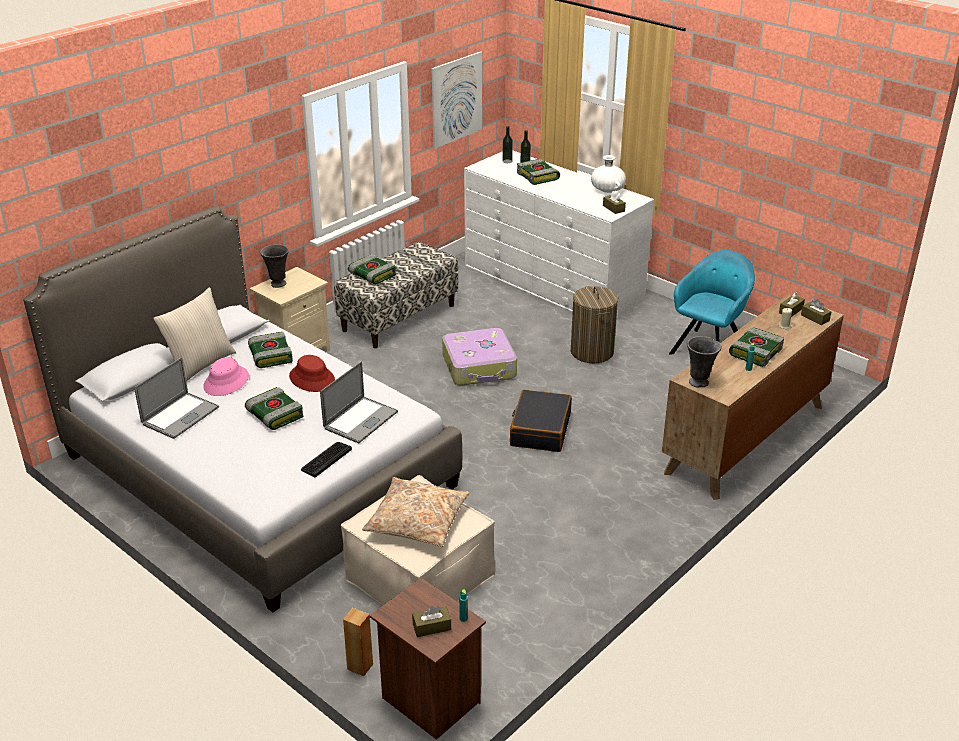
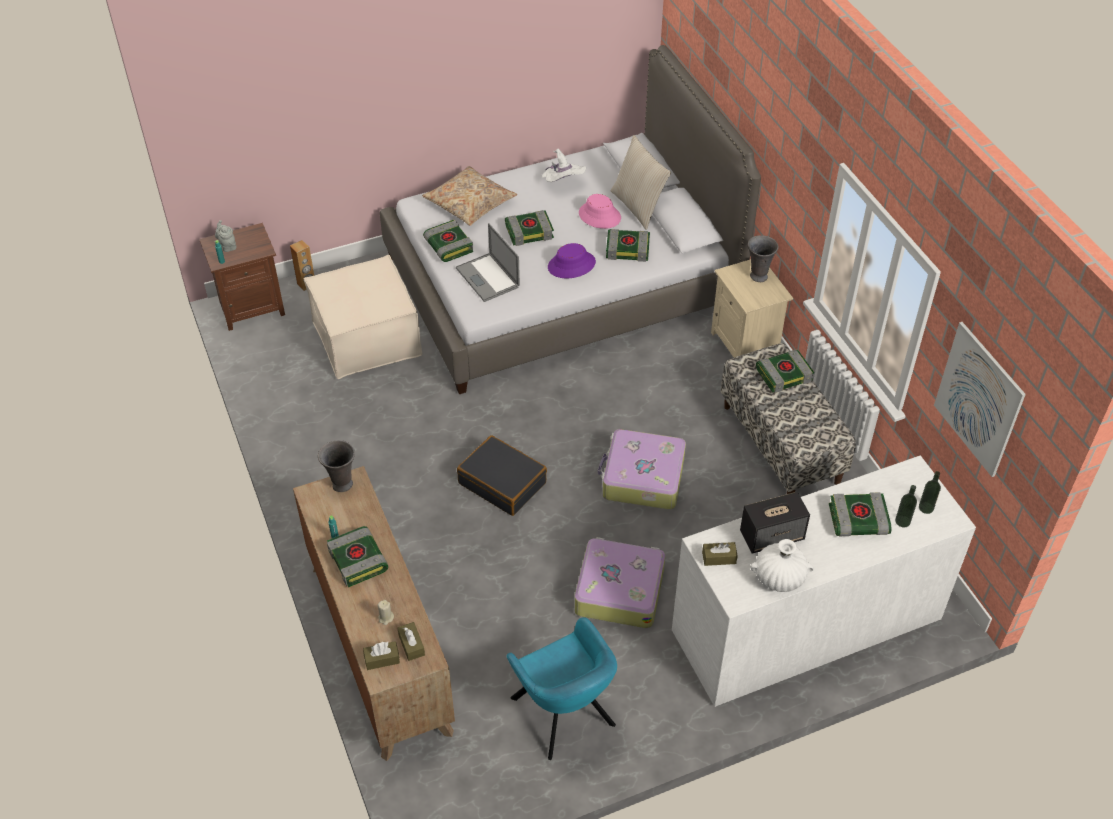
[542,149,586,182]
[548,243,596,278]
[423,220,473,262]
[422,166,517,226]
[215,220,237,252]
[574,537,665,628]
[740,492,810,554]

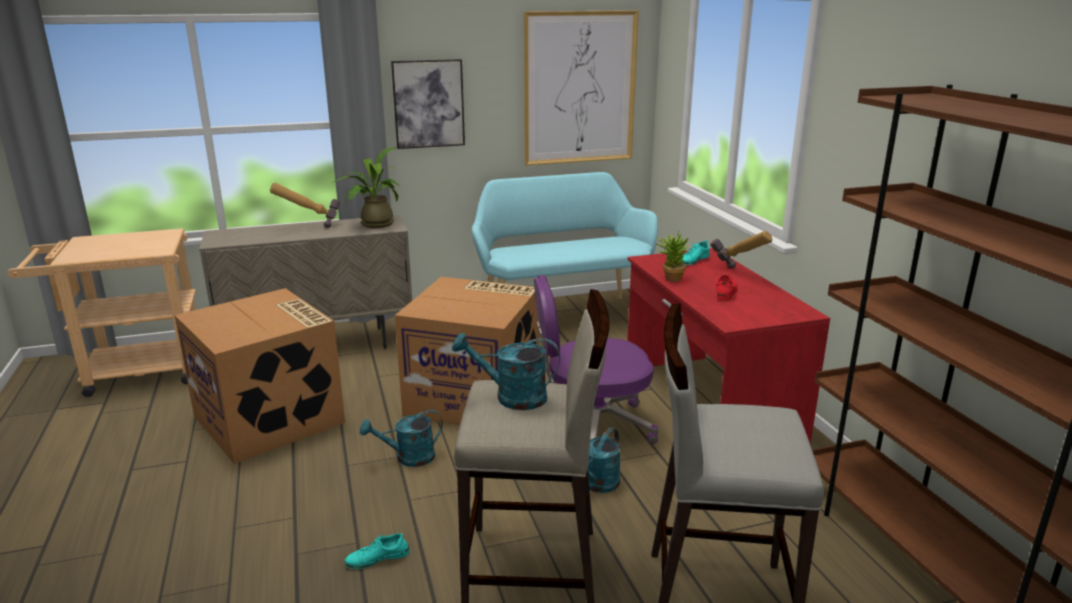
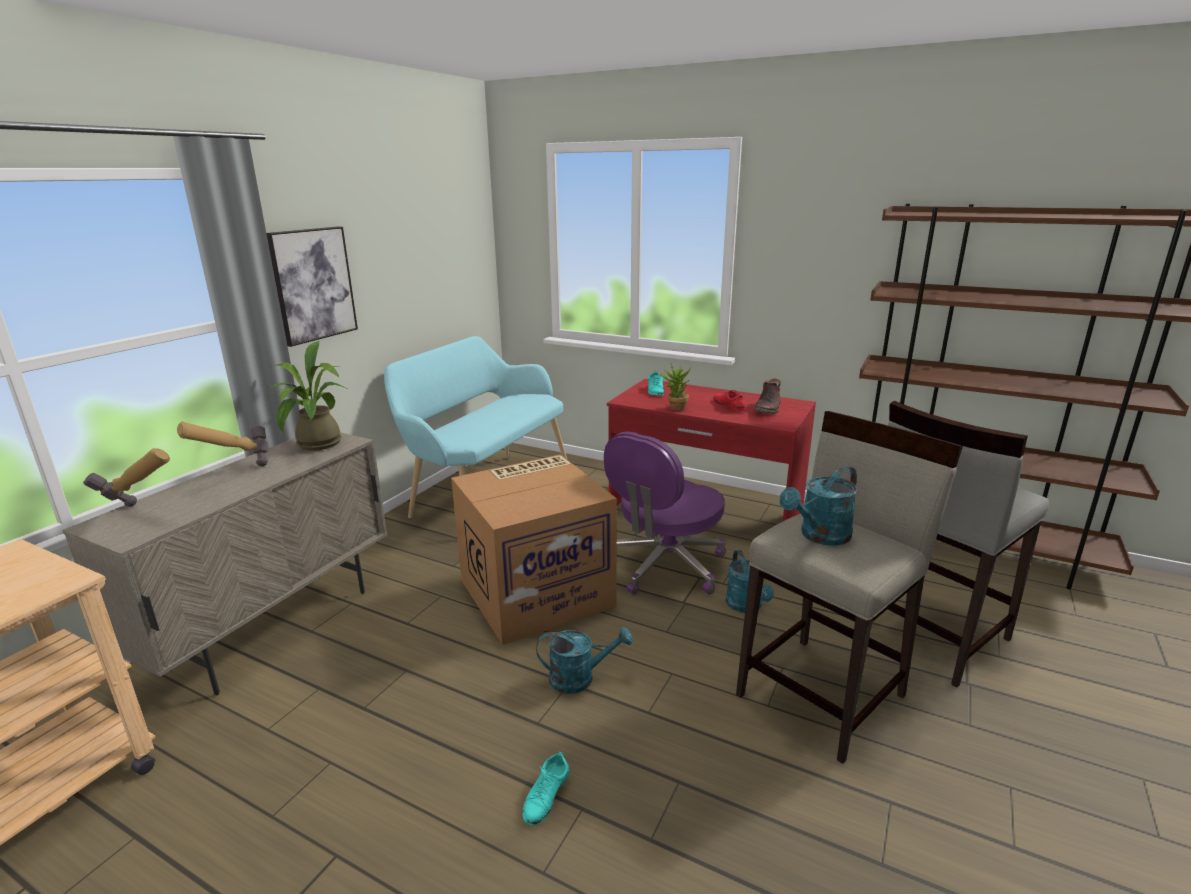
[175,288,345,464] (first image)
[523,752,569,825]
[536,627,633,694]
[524,10,639,165] (first image)
[83,448,170,507]
[753,379,781,414]

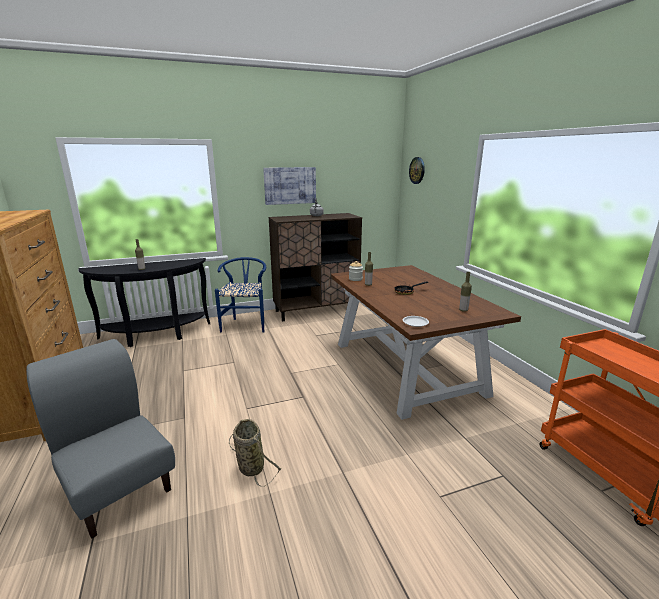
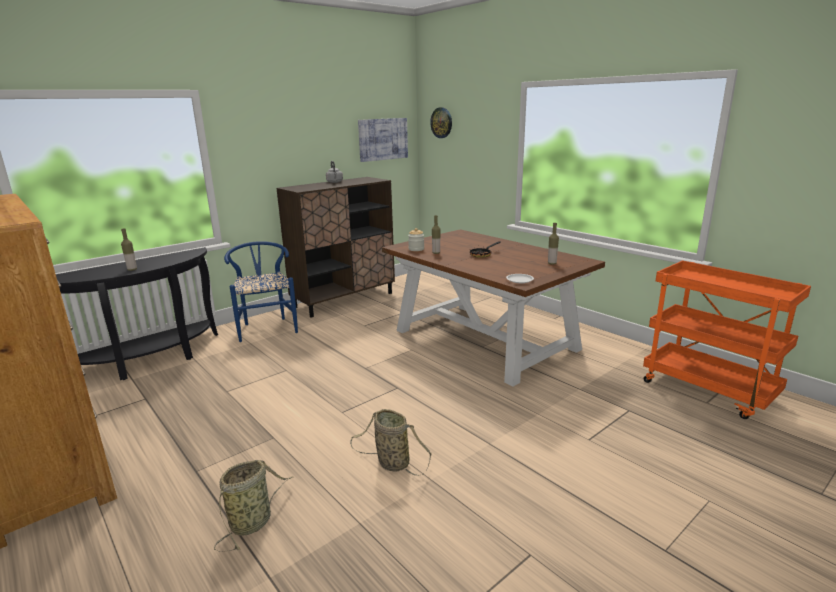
[214,460,292,552]
[358,118,408,162]

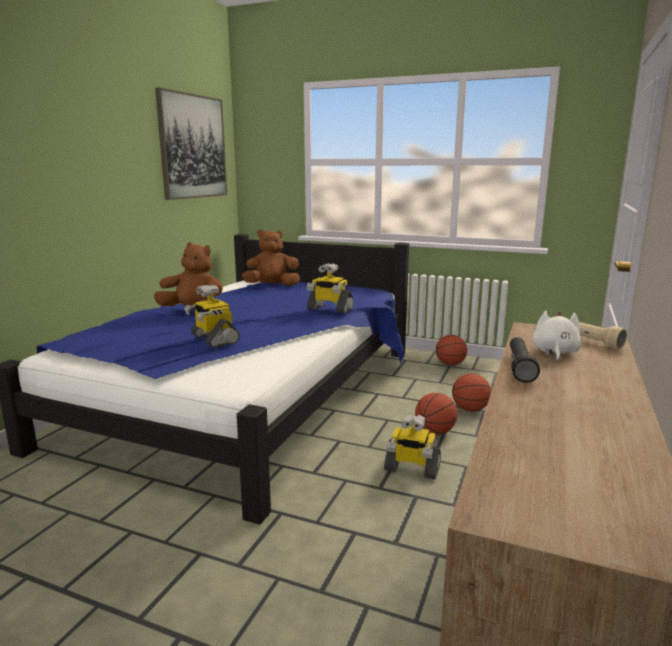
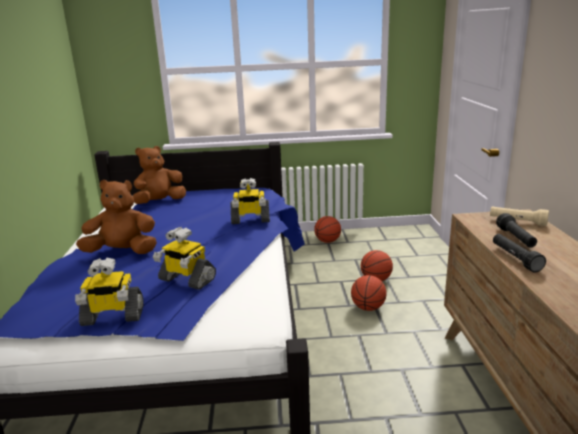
[155,88,227,200] (first image)
[75,258,143,326]
[496,213,537,248]

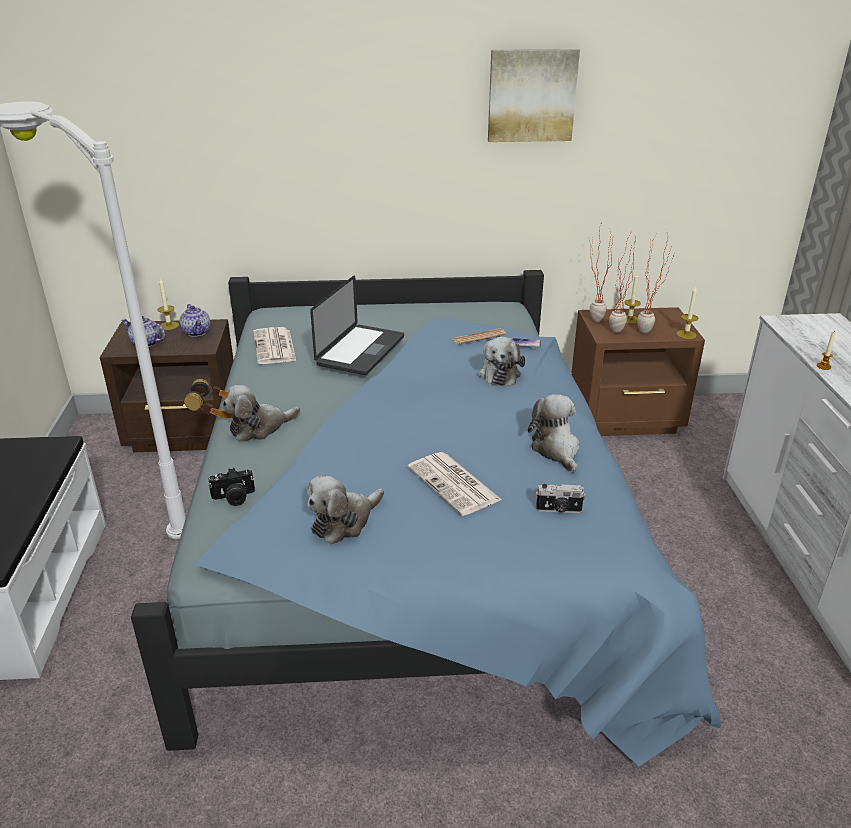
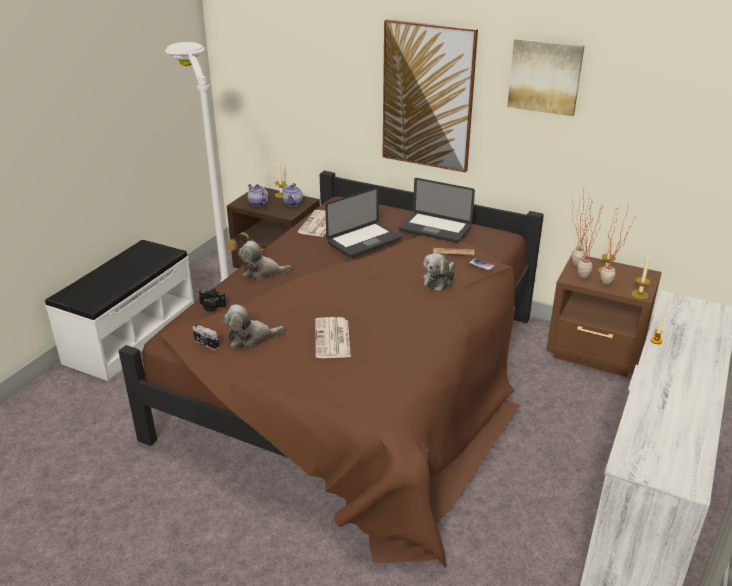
[119,171,544,568]
[528,394,579,473] (first image)
[193,324,219,350]
[382,19,478,173]
[399,178,475,243]

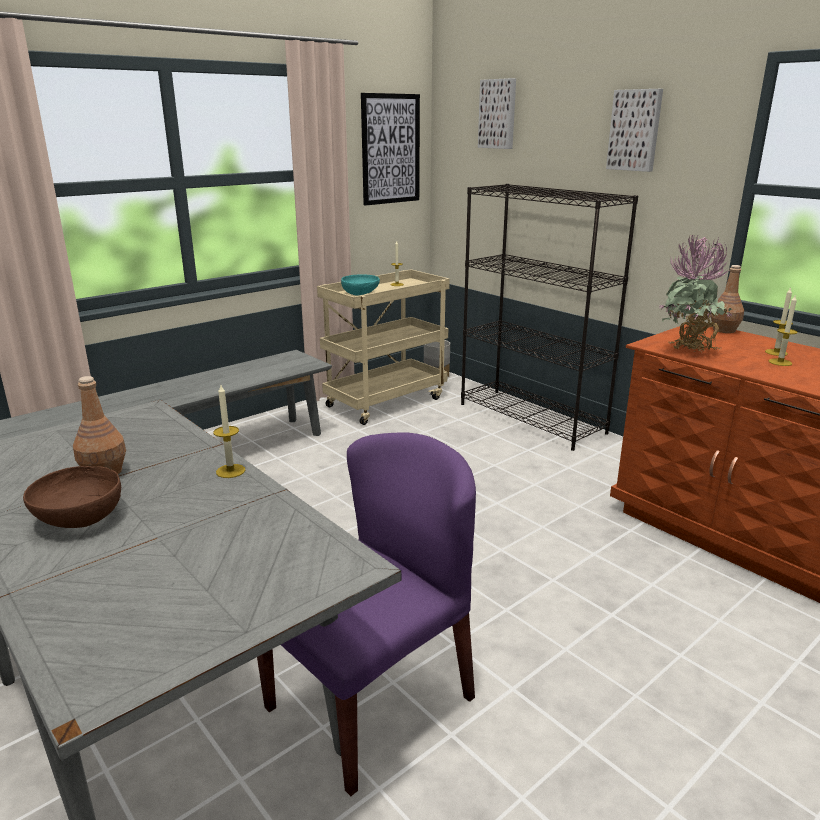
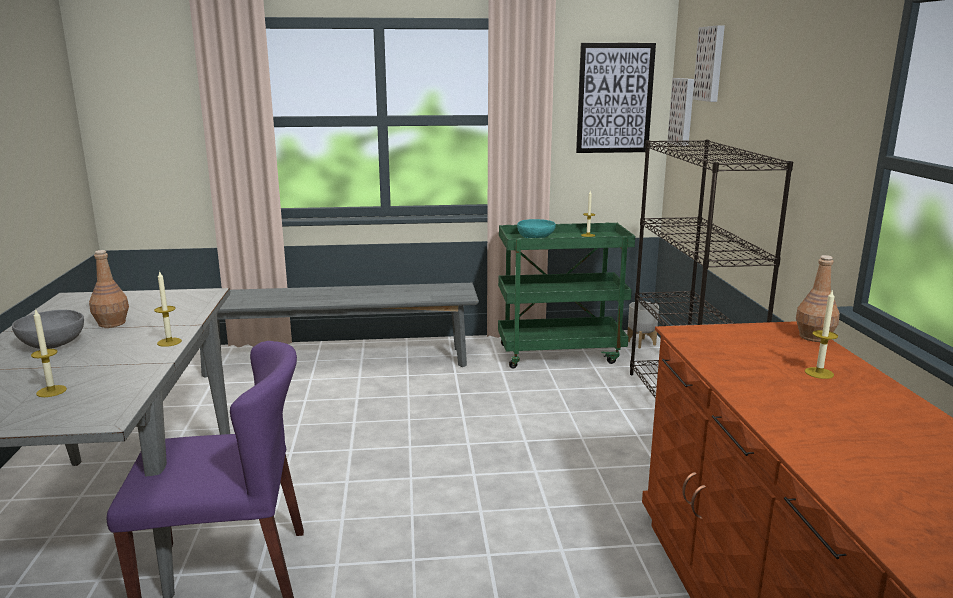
[12,310,84,349]
[498,223,635,368]
[667,78,694,145]
[659,234,733,353] (first image)
[31,309,67,397]

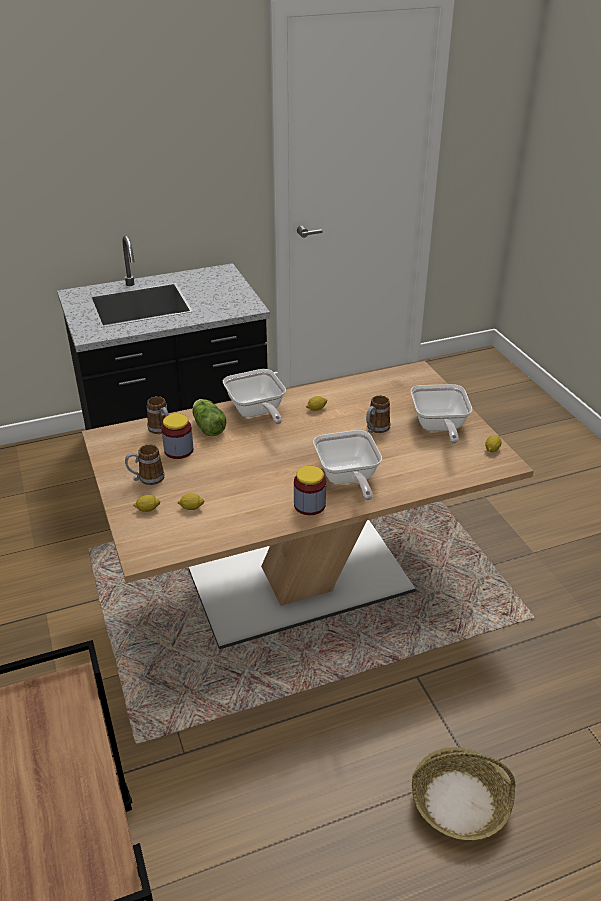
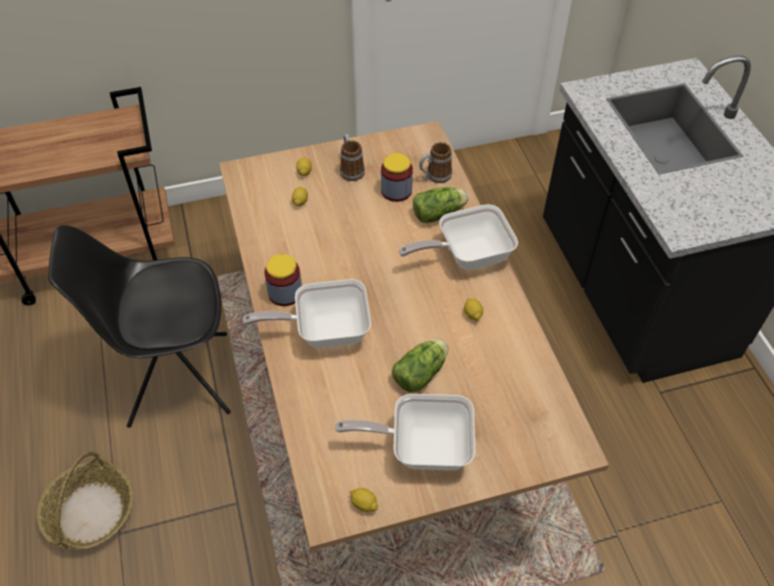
[392,339,448,392]
[48,225,231,428]

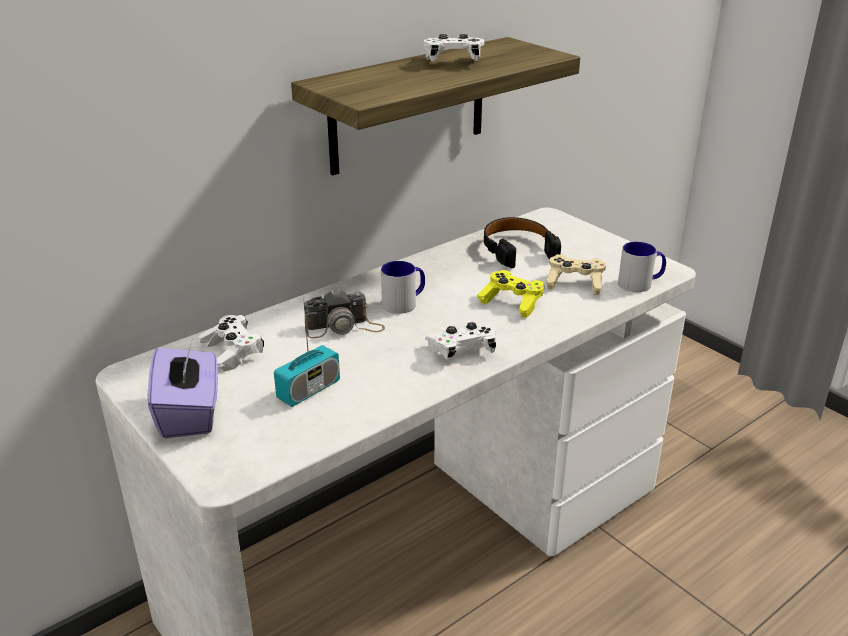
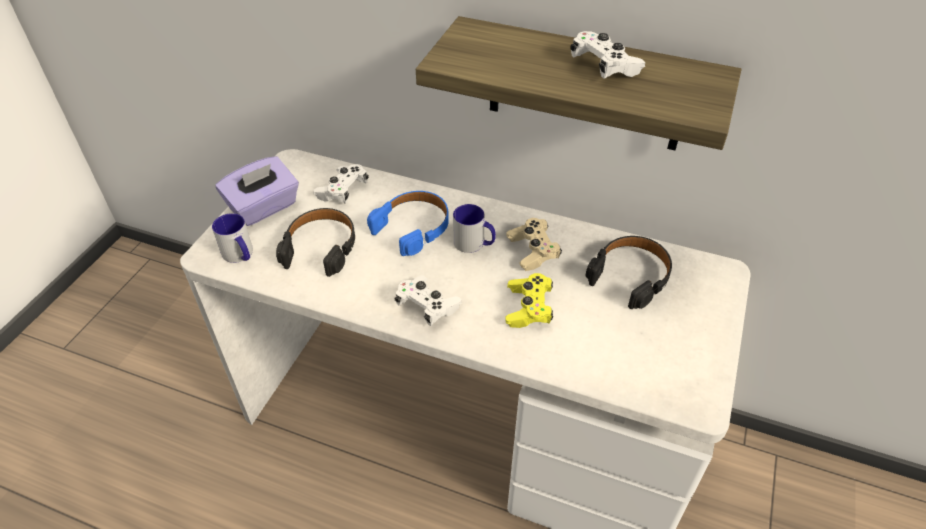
[276,208,355,277]
[367,191,449,256]
[506,218,562,271]
[212,213,253,263]

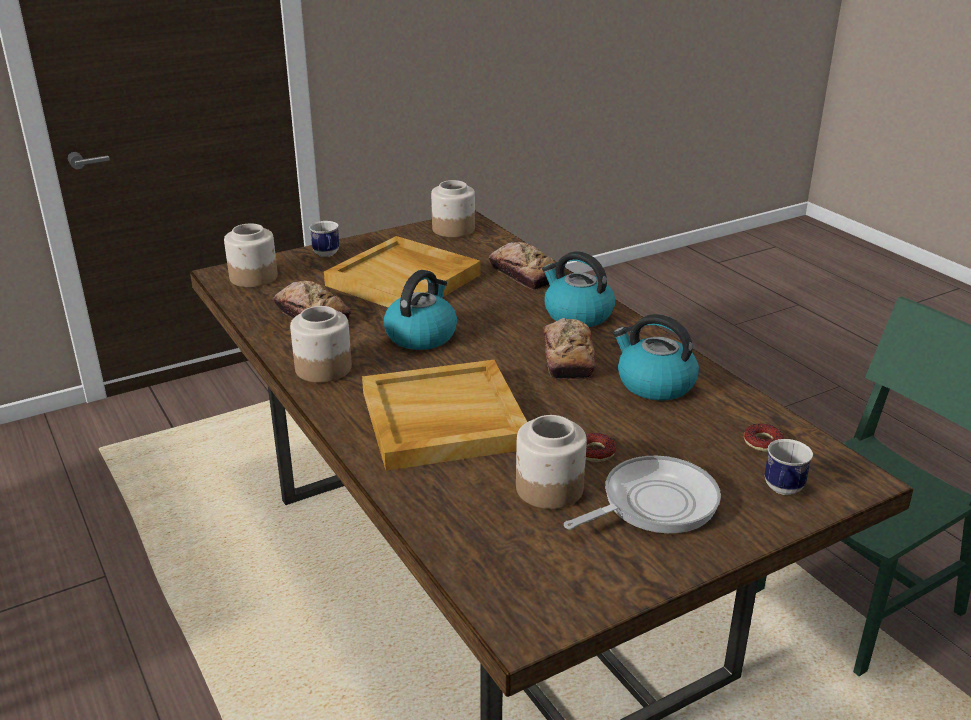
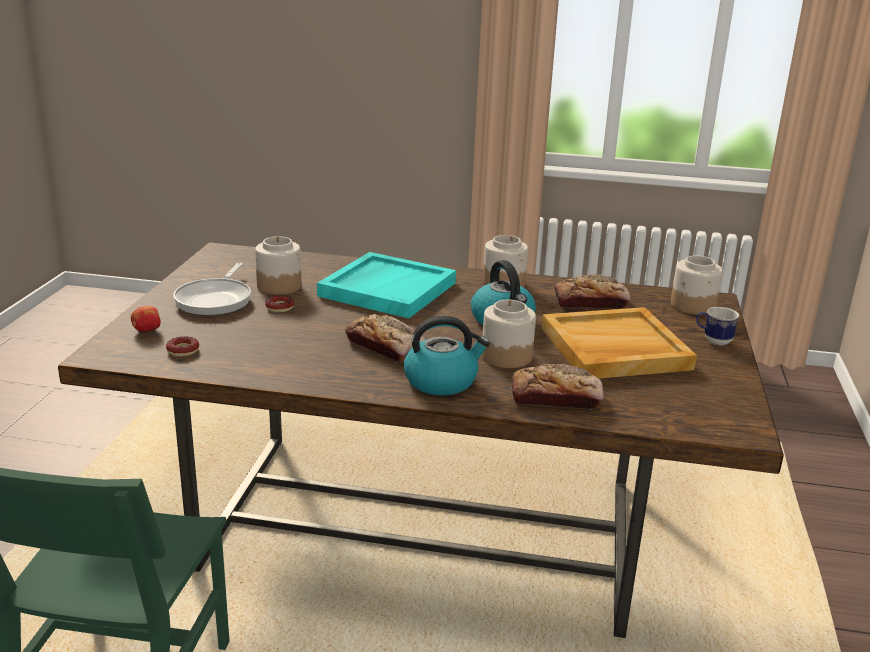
[317,252,456,318]
[482,300,536,368]
[613,314,699,401] (first image)
[131,306,161,332]

